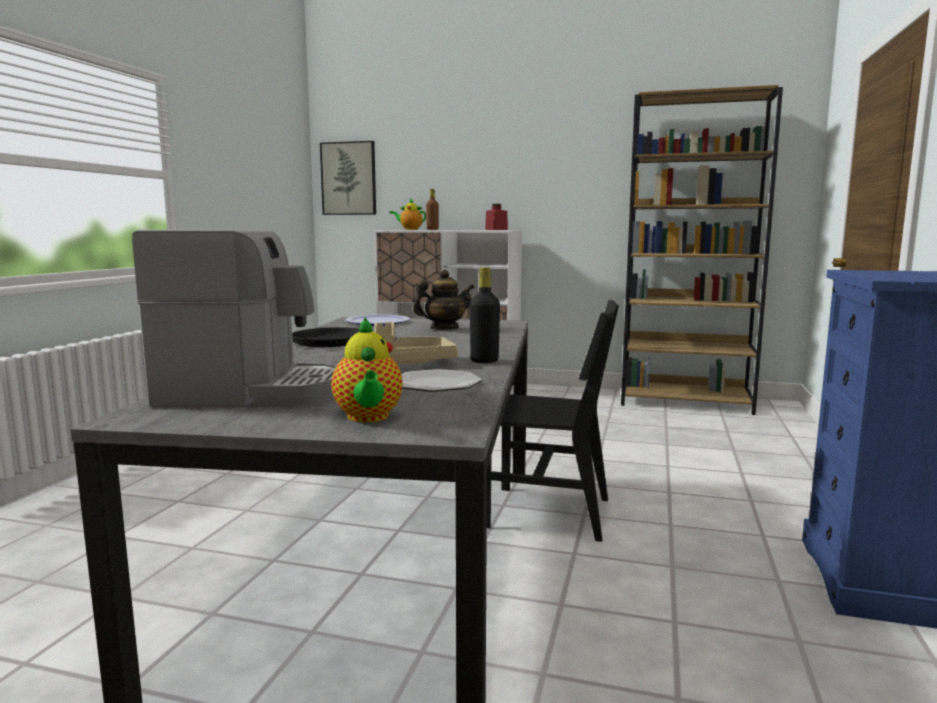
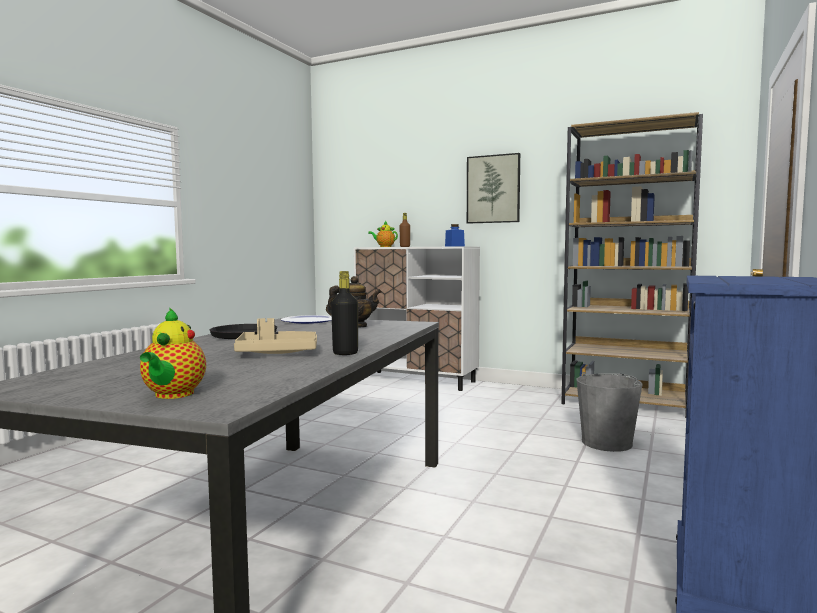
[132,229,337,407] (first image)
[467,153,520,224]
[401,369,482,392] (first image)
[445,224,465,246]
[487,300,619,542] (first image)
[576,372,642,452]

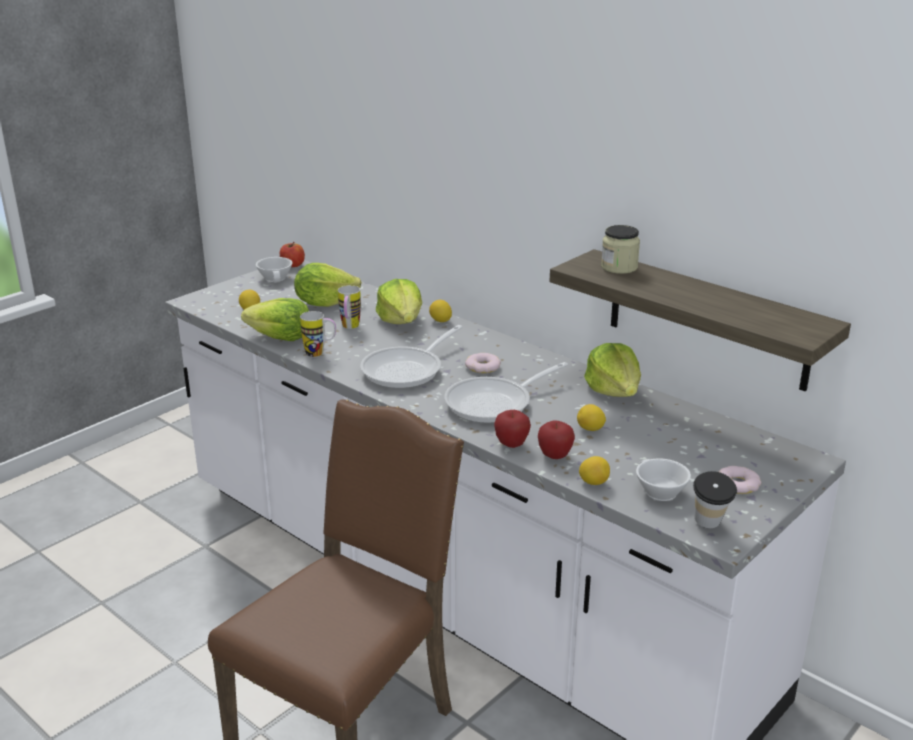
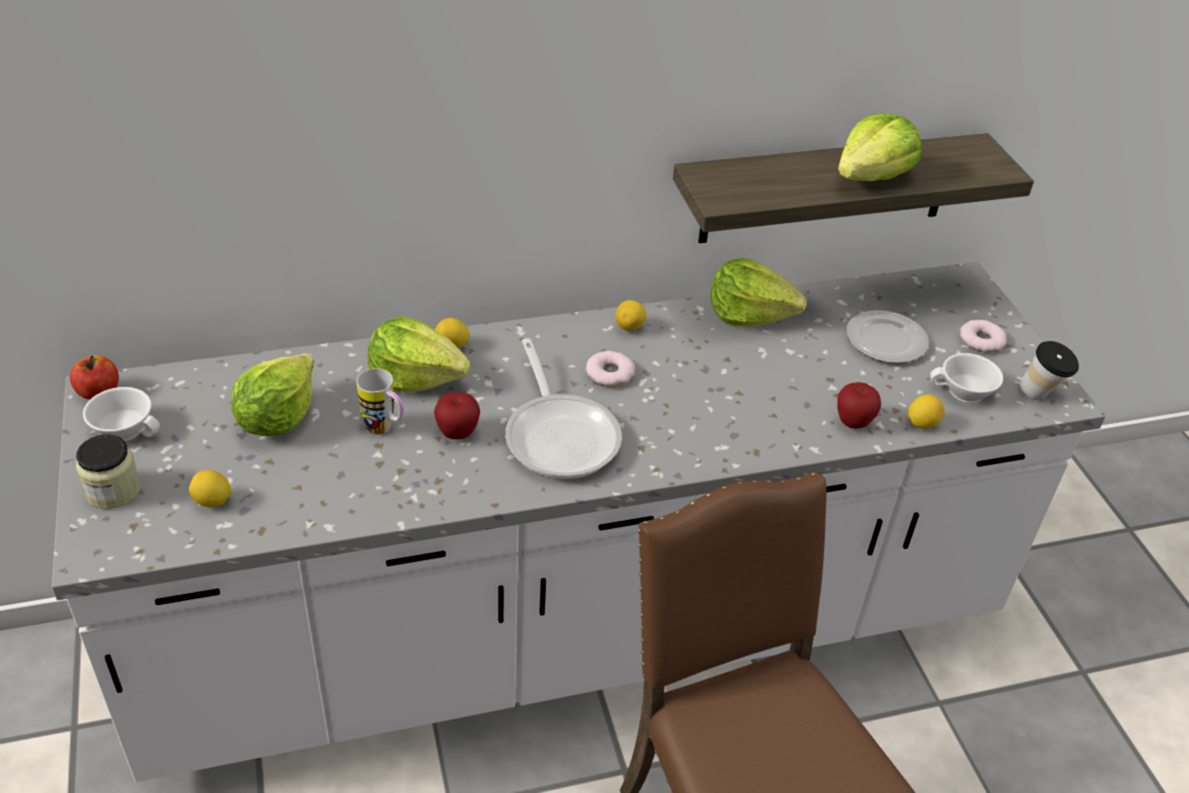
[838,113,921,181]
[300,311,336,357] (first image)
[444,362,568,423] (first image)
[434,392,480,439]
[615,300,646,331]
[76,434,141,509]
[846,310,929,363]

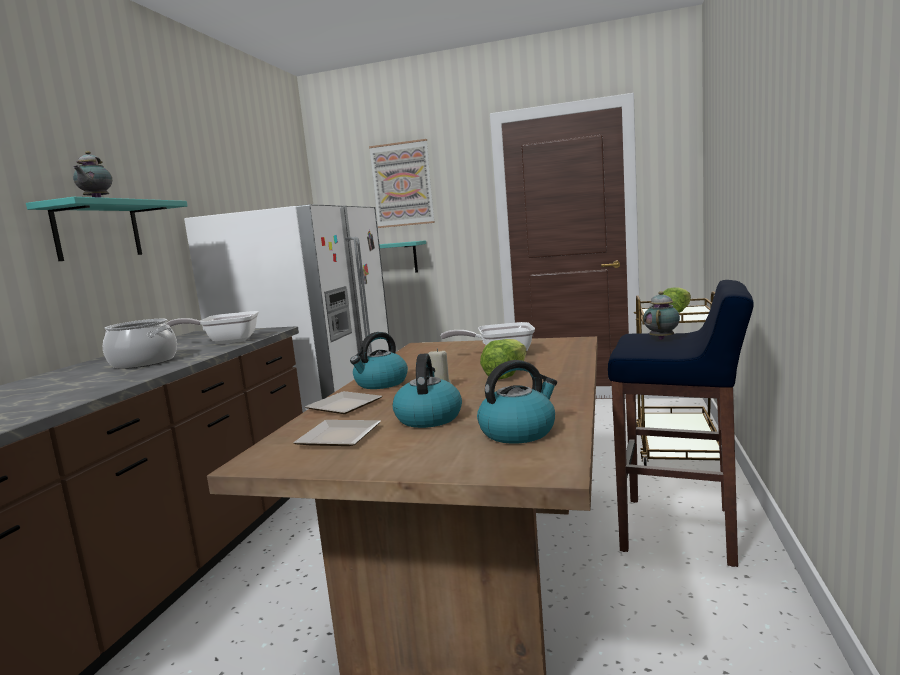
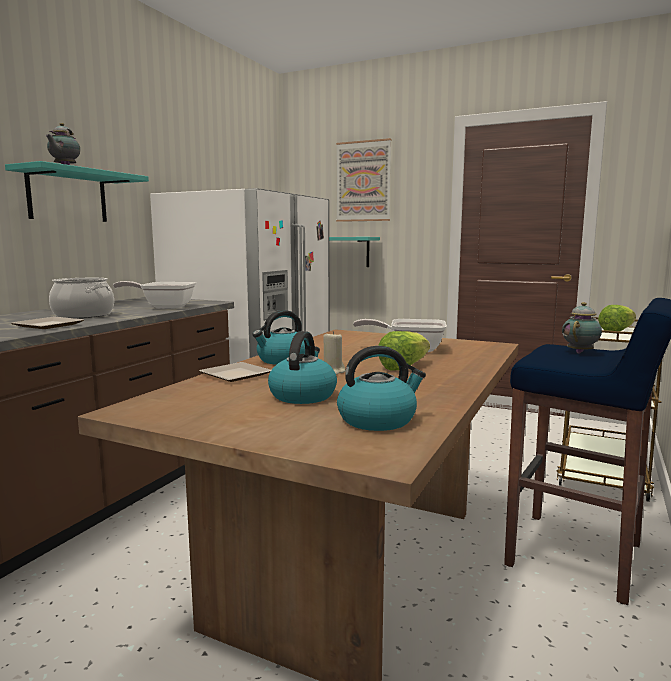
[11,317,84,329]

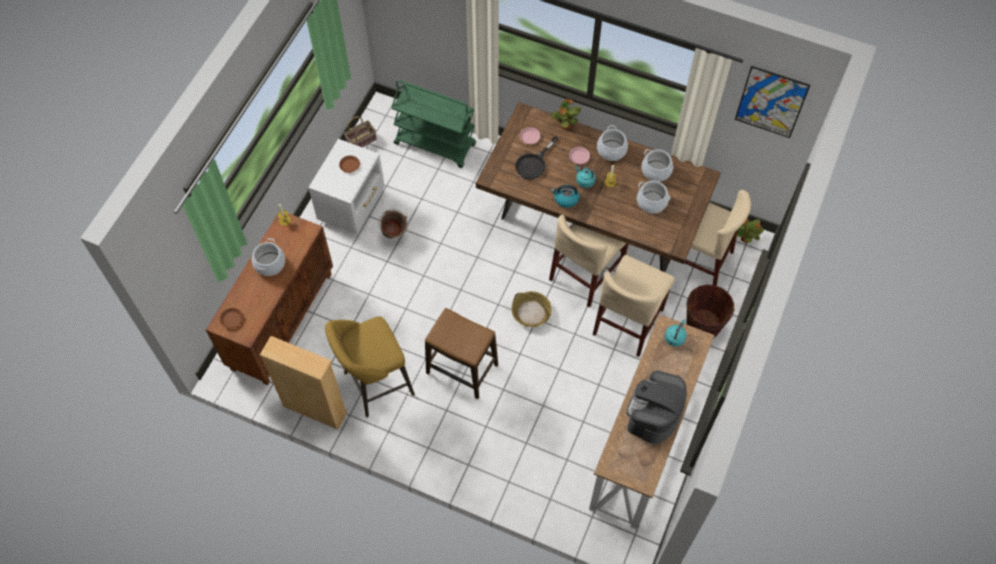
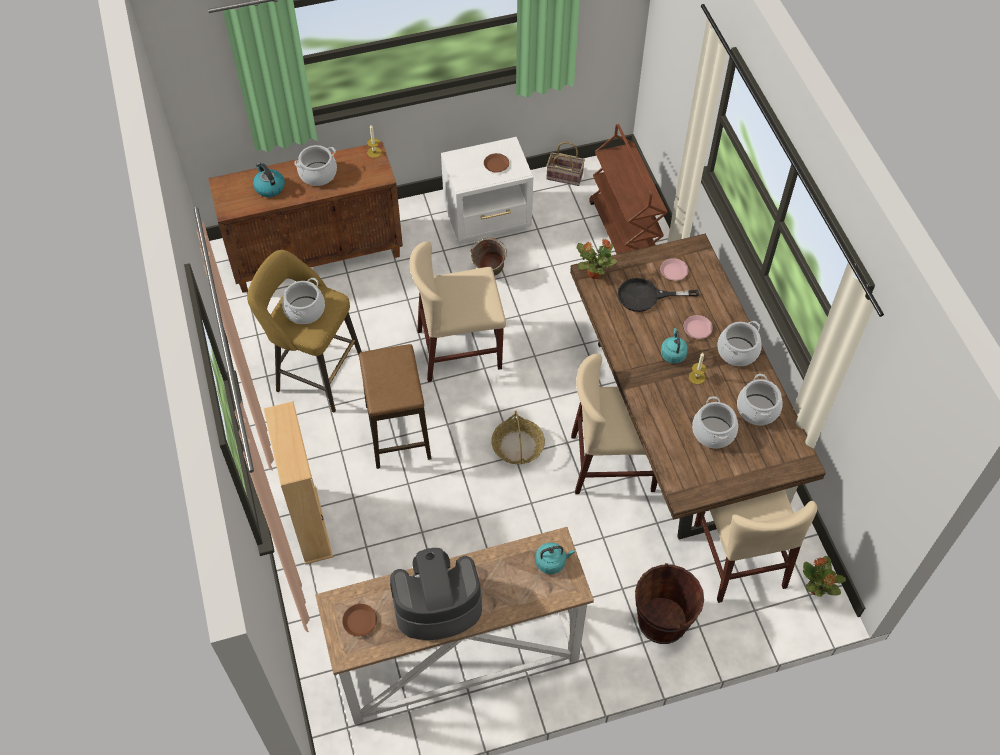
[342,604,377,636]
[264,401,333,565]
[589,124,668,254]
[577,238,617,279]
[253,163,285,197]
[410,241,506,382]
[735,66,810,138] (first image)
[282,278,325,324]

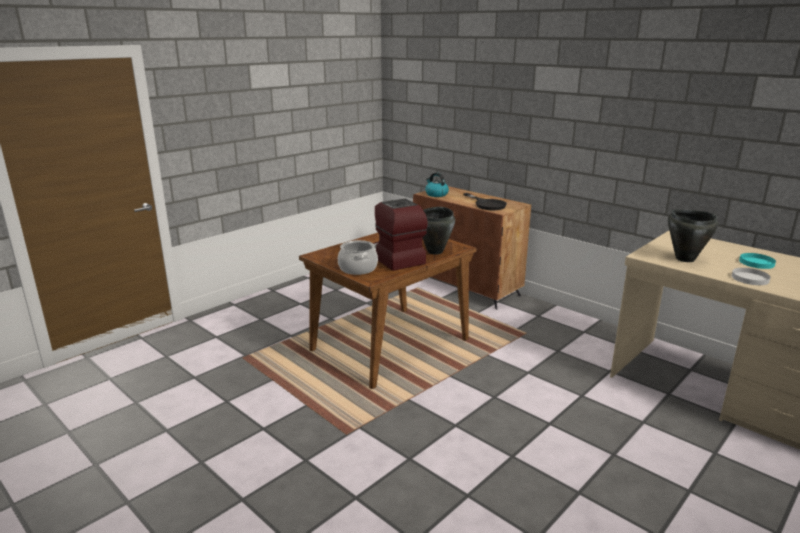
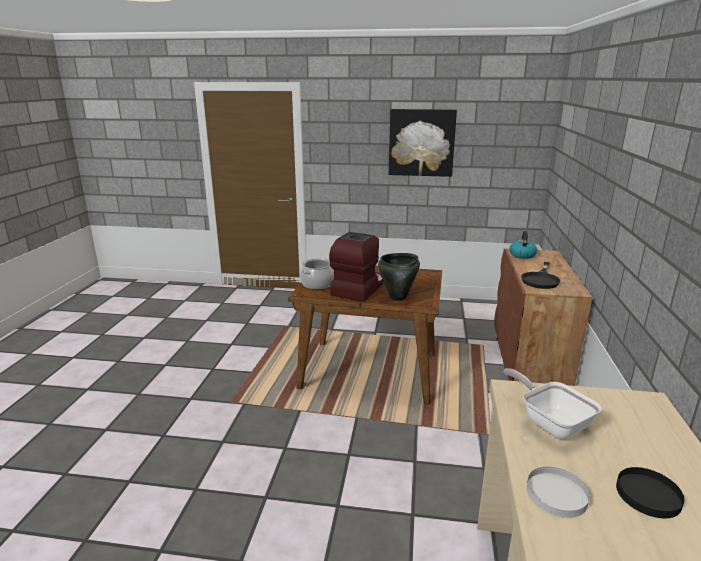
[503,368,602,439]
[616,467,684,518]
[389,109,457,177]

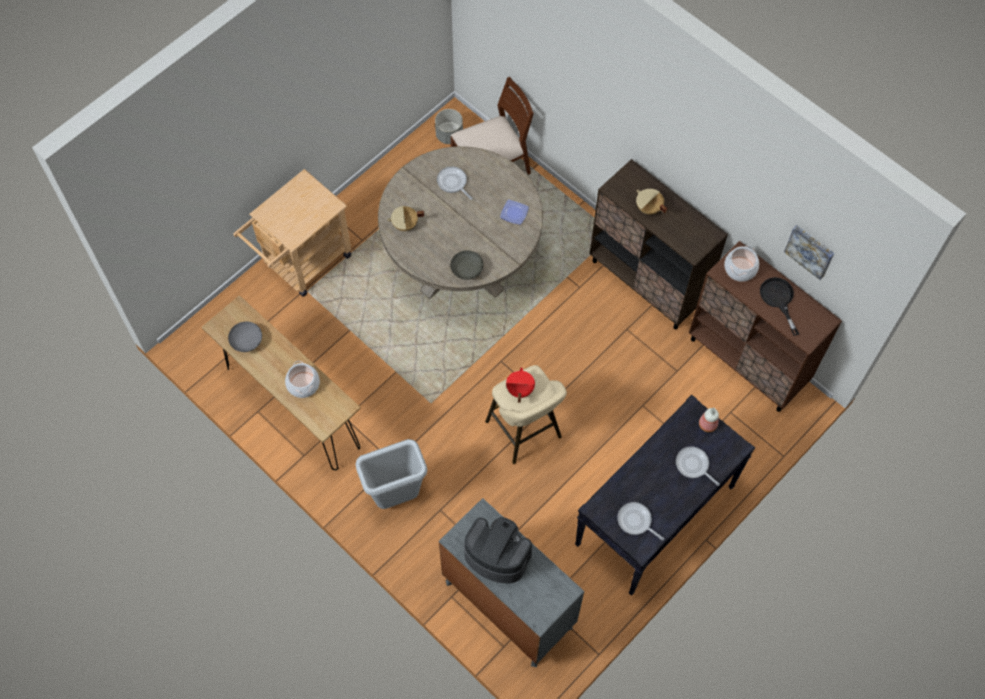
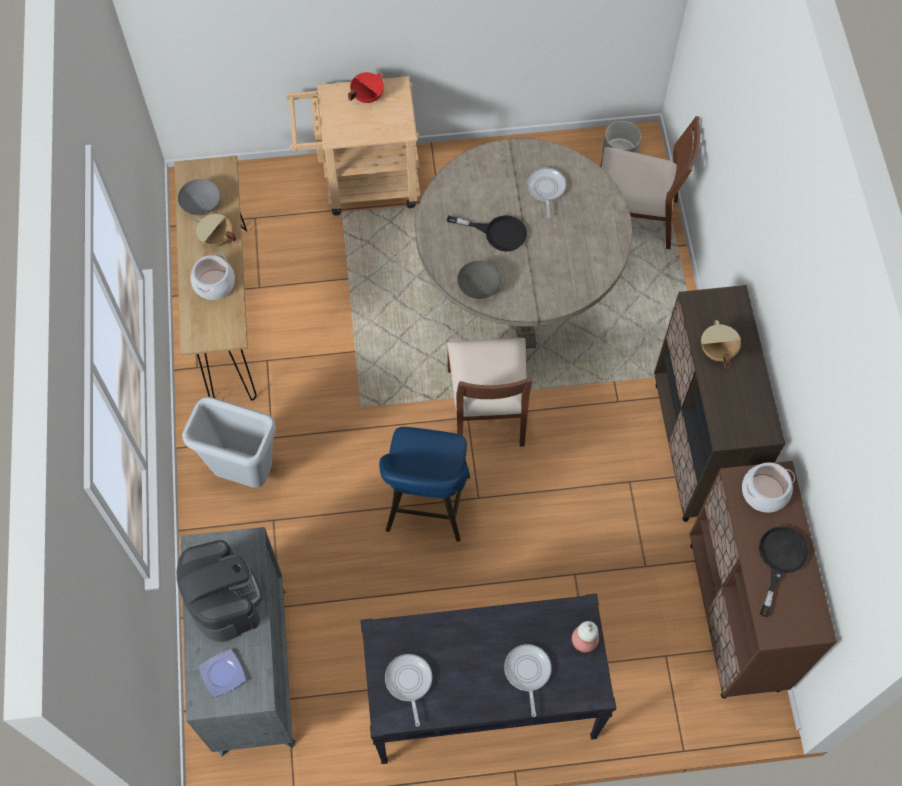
[195,214,236,247]
[379,427,470,542]
[199,649,246,697]
[348,72,384,103]
[784,225,834,280] (first image)
[447,215,527,252]
[447,338,532,447]

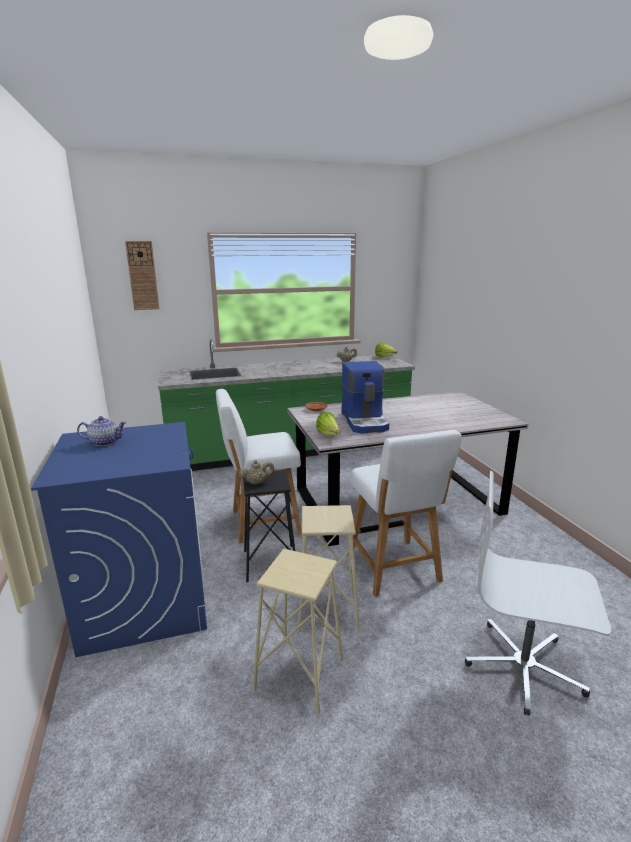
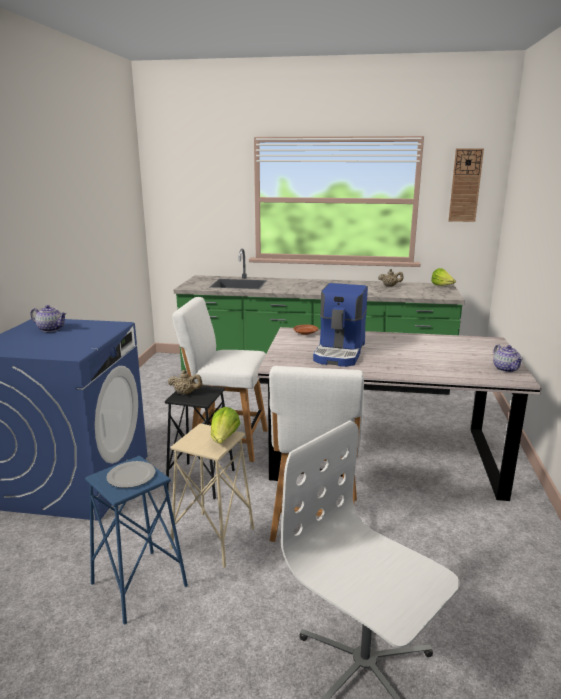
[449,148,484,222]
[85,455,188,625]
[211,407,240,444]
[106,461,156,488]
[493,345,523,372]

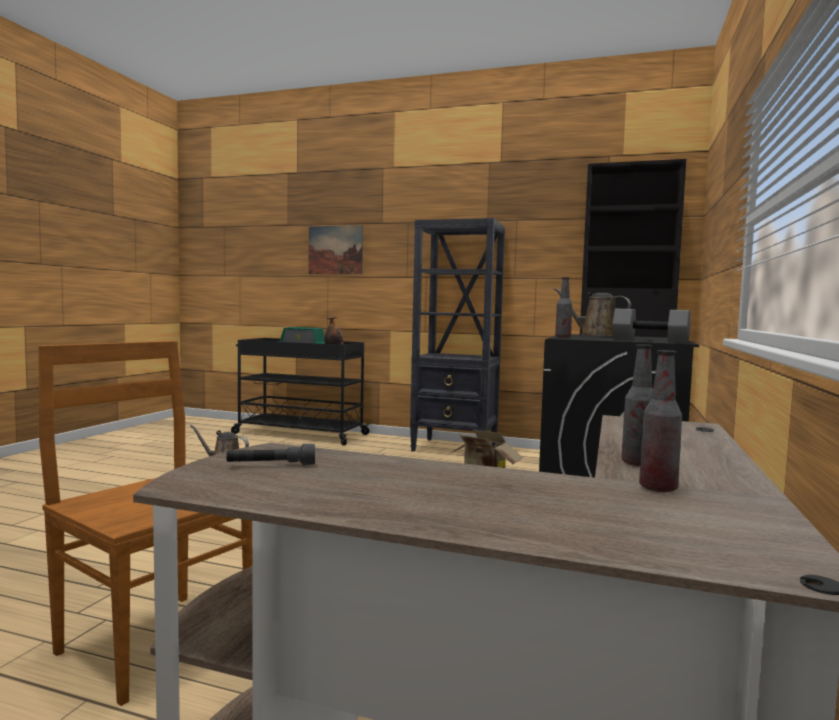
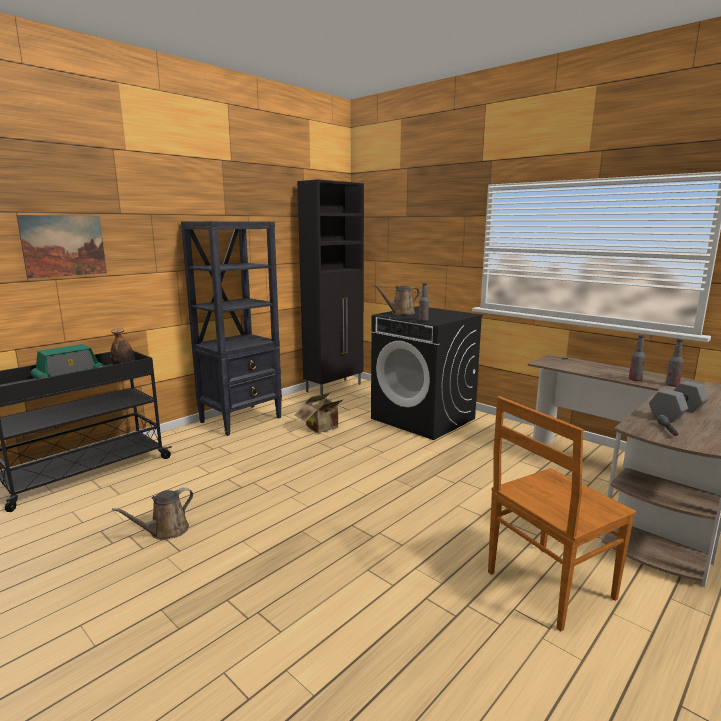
[649,381,708,423]

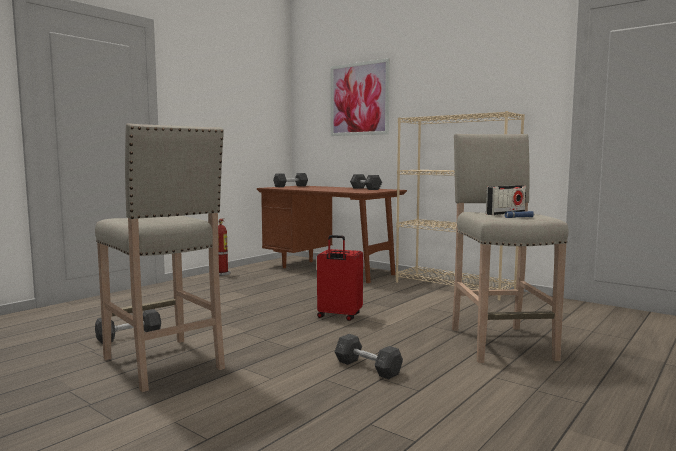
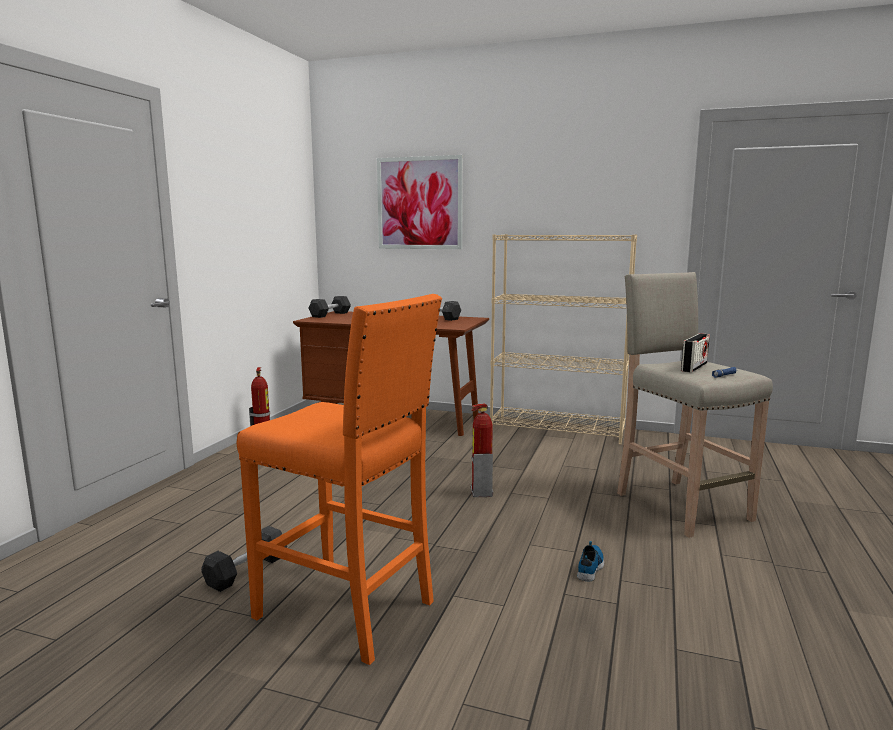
[237,294,442,665]
[471,404,493,497]
[577,541,604,581]

